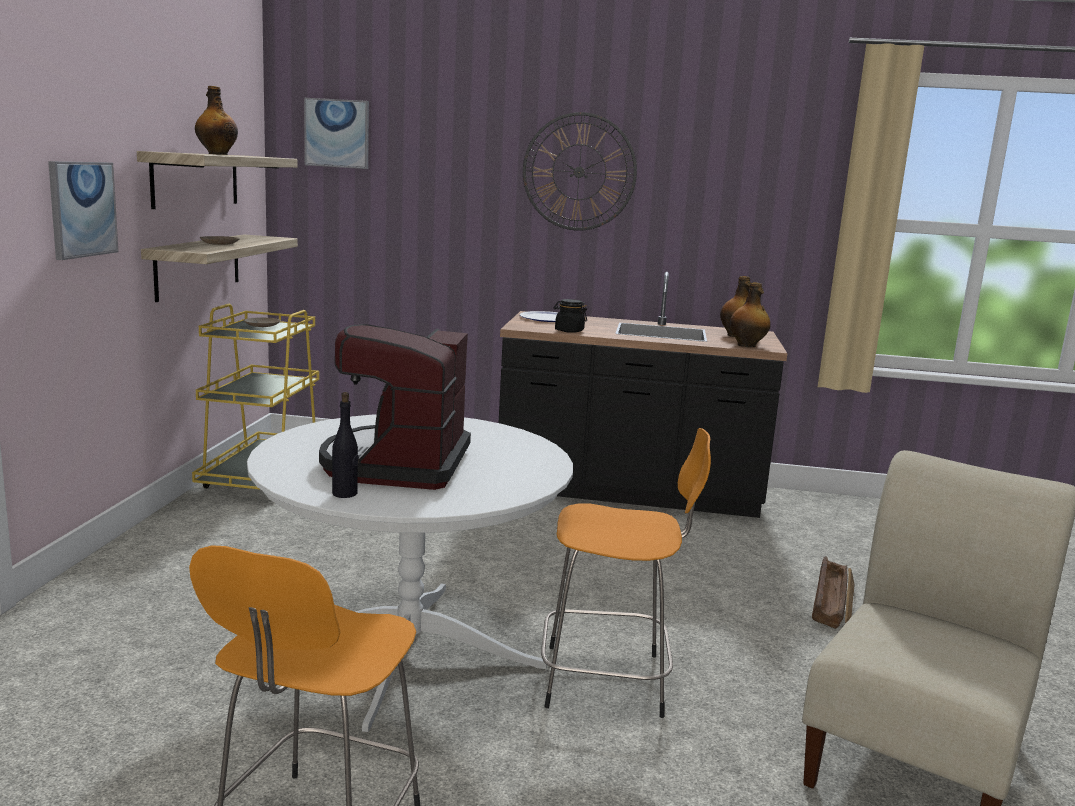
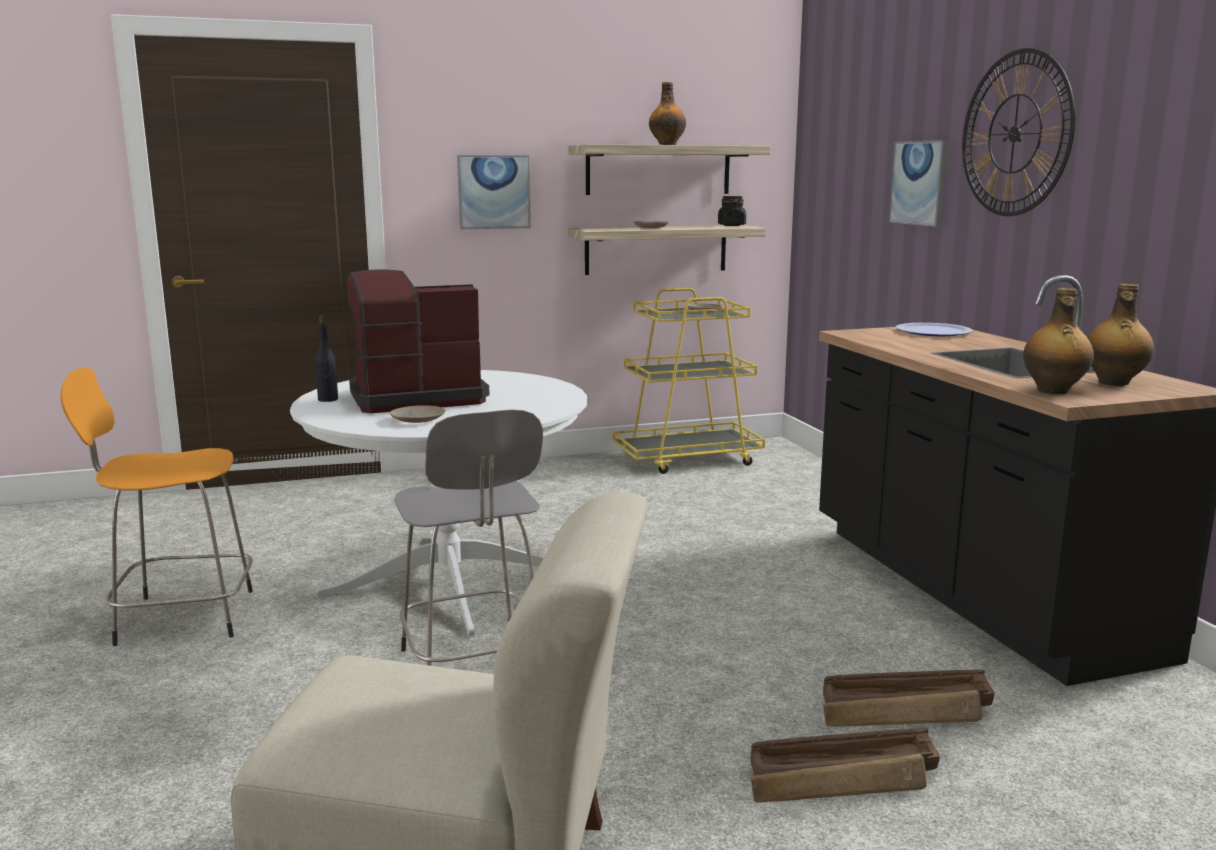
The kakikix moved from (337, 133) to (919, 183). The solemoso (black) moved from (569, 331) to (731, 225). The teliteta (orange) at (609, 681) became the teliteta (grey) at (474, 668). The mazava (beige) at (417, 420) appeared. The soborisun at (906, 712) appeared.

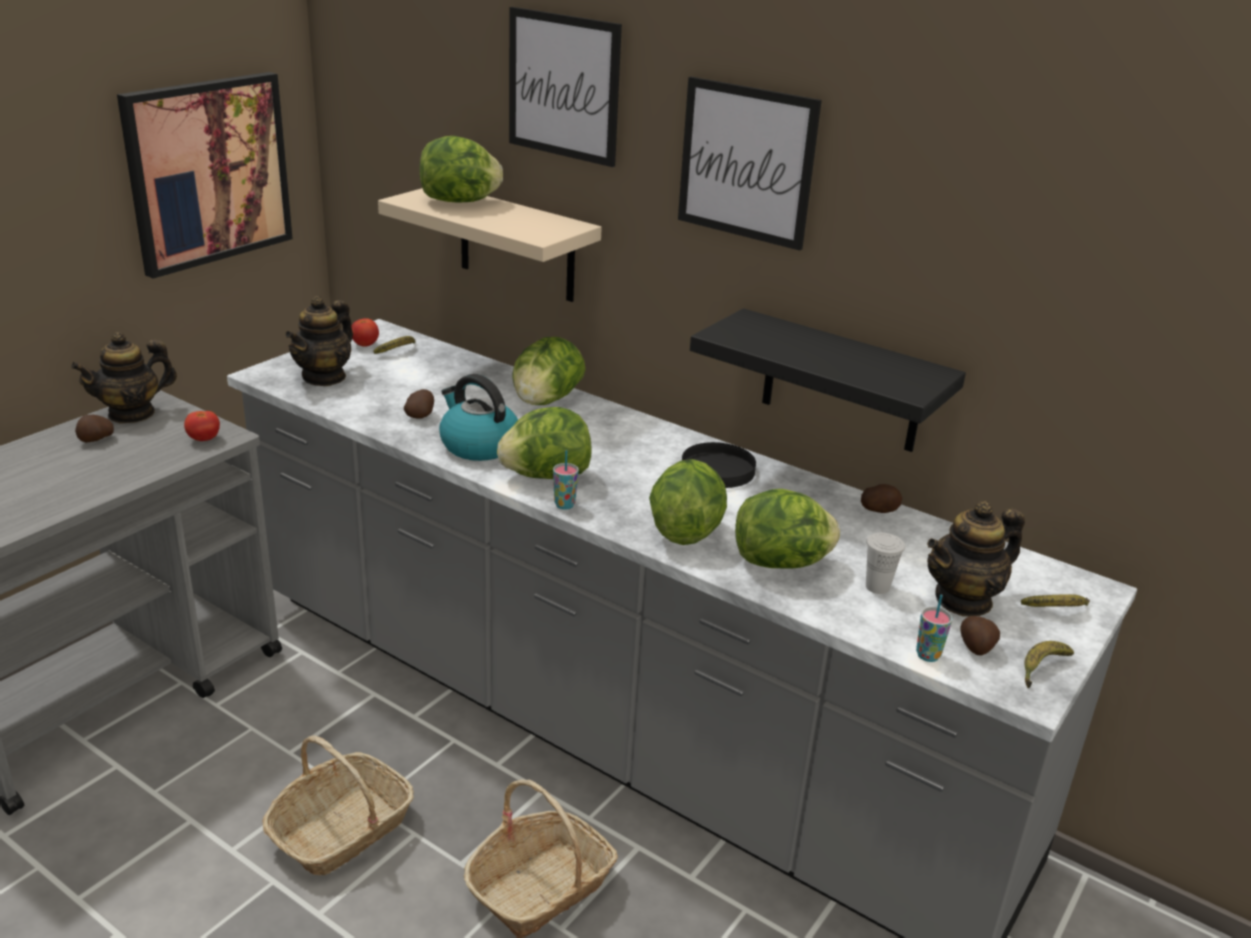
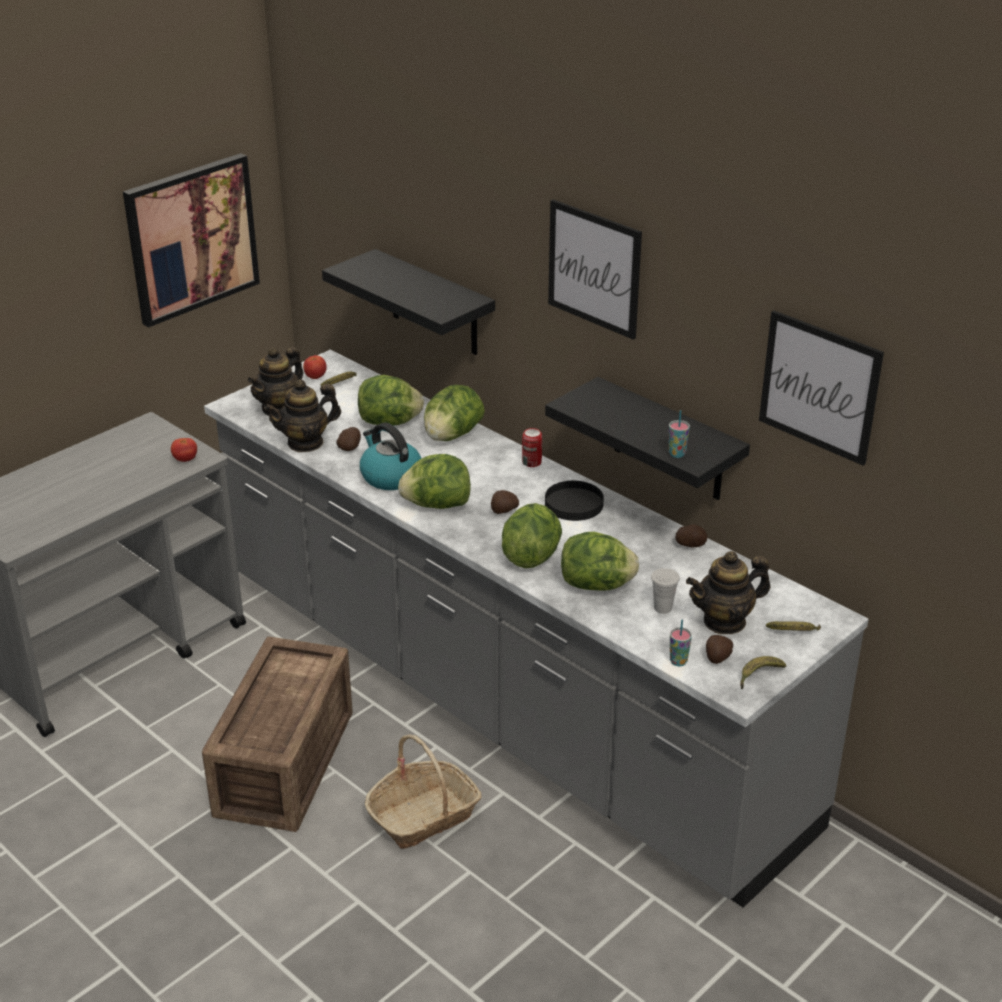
The kakikix moved from (563, 86) to (819, 387). The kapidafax moved from (460, 202) to (390, 422). The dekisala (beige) at (517, 244) became the dekisala (black) at (434, 304). The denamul moved from (132, 413) to (305, 443). The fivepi moved from (96, 440) to (503, 511). The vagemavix moved from (564, 505) to (677, 454). The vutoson at (341, 830) was replaced by the soborisun at (281, 764). The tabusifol at (531, 462) appeared.

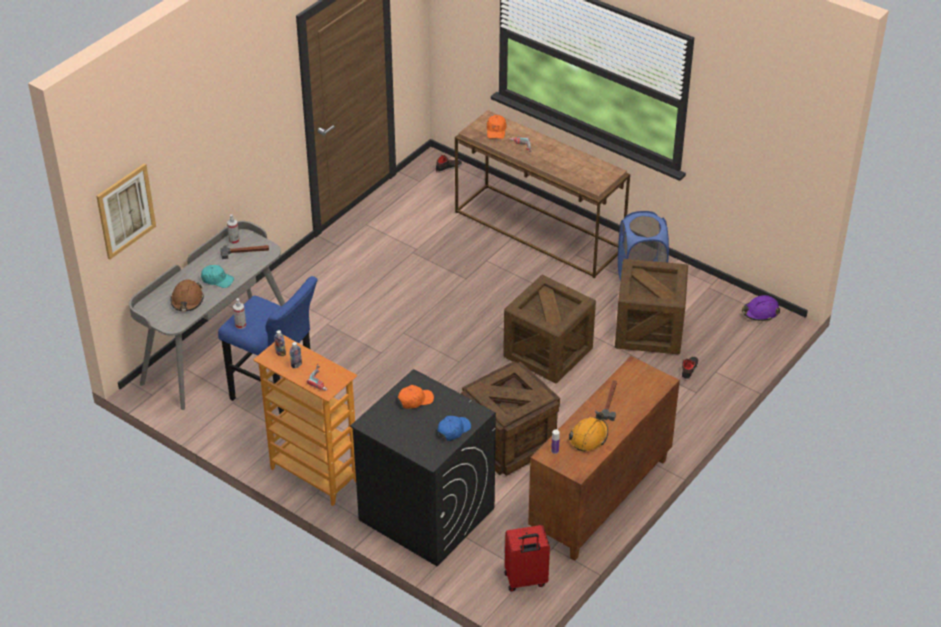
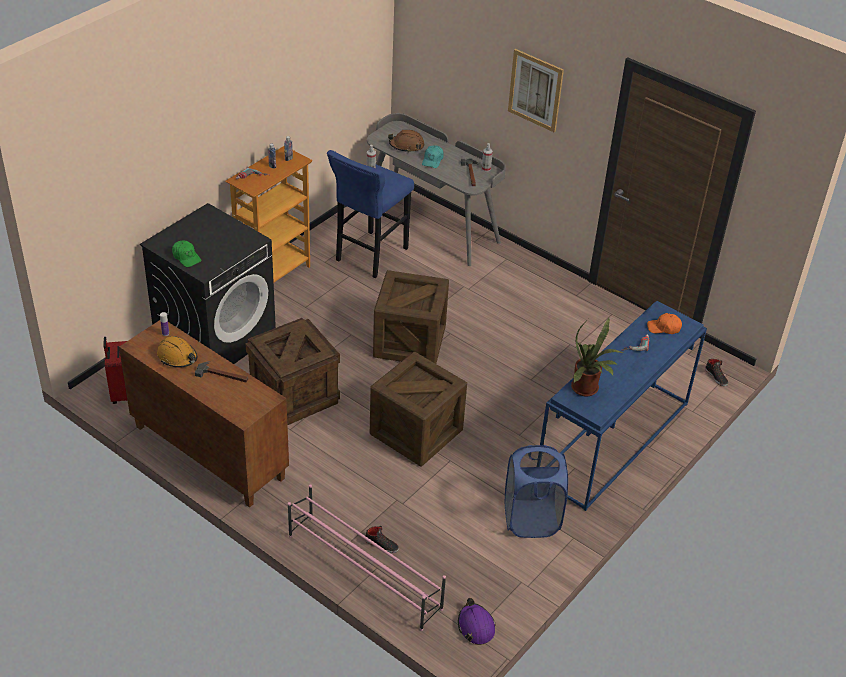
The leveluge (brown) at (540, 231) became the leveluge (blue) at (613, 442). The kakikix moved from (126, 211) to (535, 90). The soborisun moved from (649, 330) to (409, 341). The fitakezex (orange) at (415, 400) disappeared. The fitakezex (blue) at (453, 430) became the fitakezex (green) at (186, 257). The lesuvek at (587, 389) appeared. The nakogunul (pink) at (363, 571) appeared.

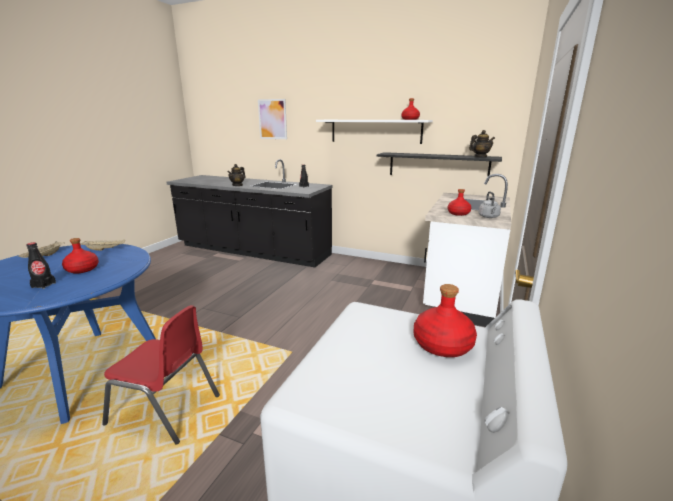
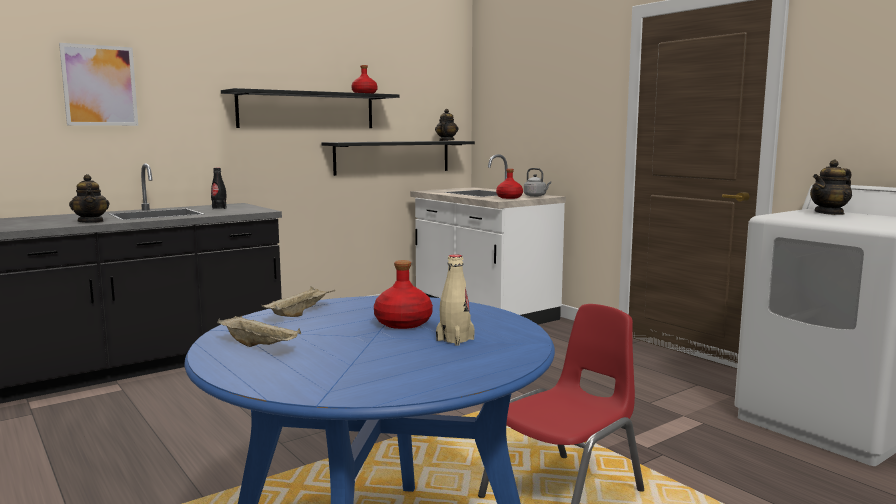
The dekisala (white) at (375, 131) became the dekisala (black) at (307, 110). The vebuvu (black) at (43, 285) became the vebuvu (beige) at (455, 339). The vebuvu (red) at (443, 345) was replaced by the denamul at (829, 213).

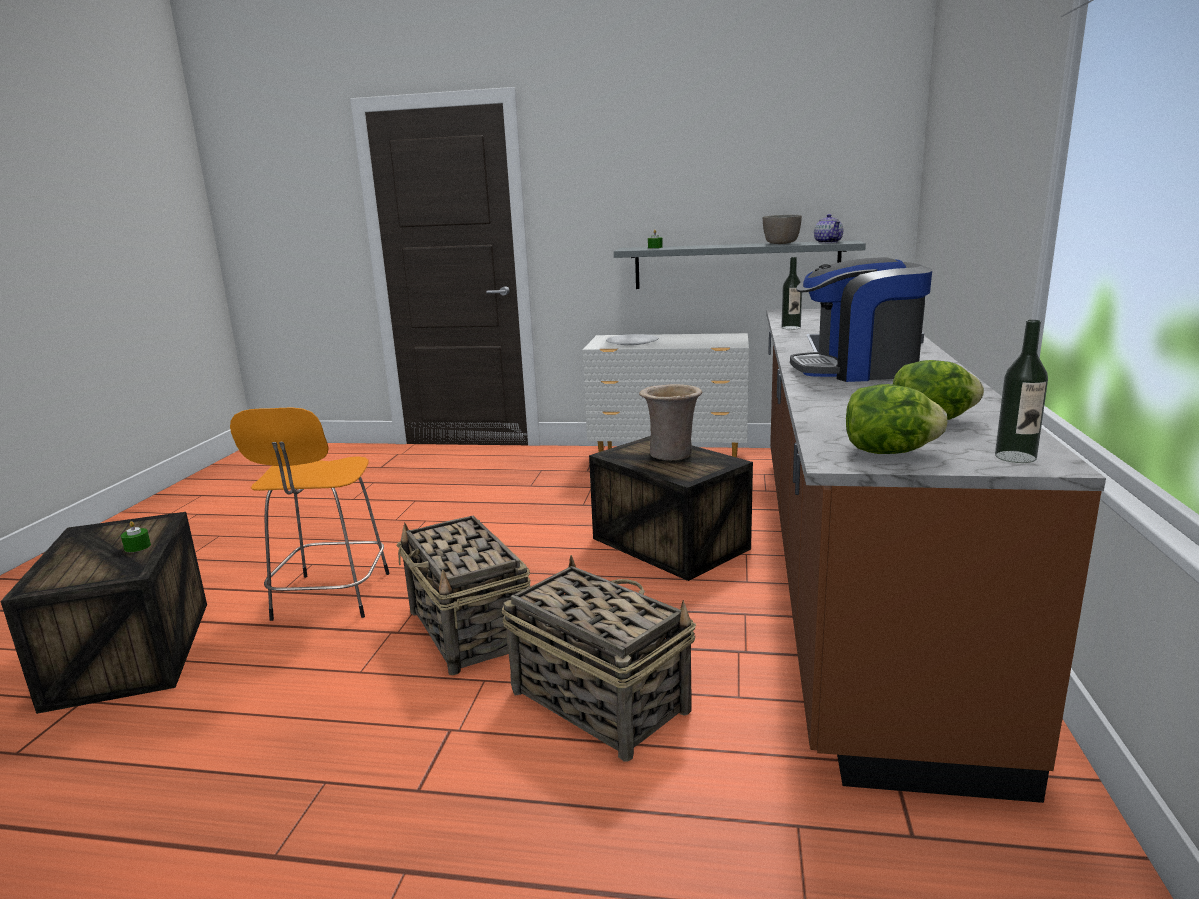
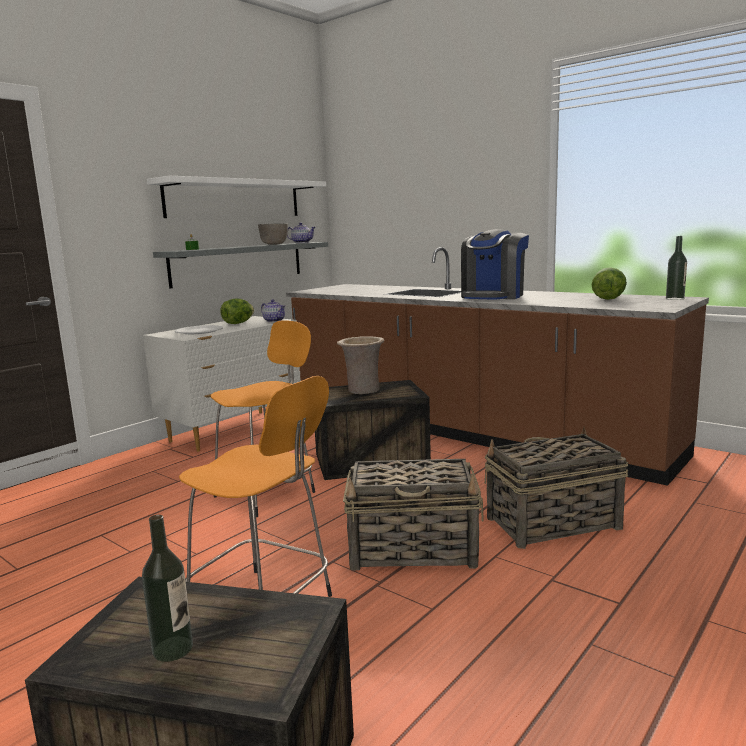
The vebuvu moved from (791, 328) to (173, 648). The kapidafax moved from (888, 452) to (238, 323). The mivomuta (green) at (137, 547) disappeared. The dekisala (white) at (235, 199) appeared. The denamul at (274, 321) appeared. The teliteta (orange) at (268, 493) appeared.

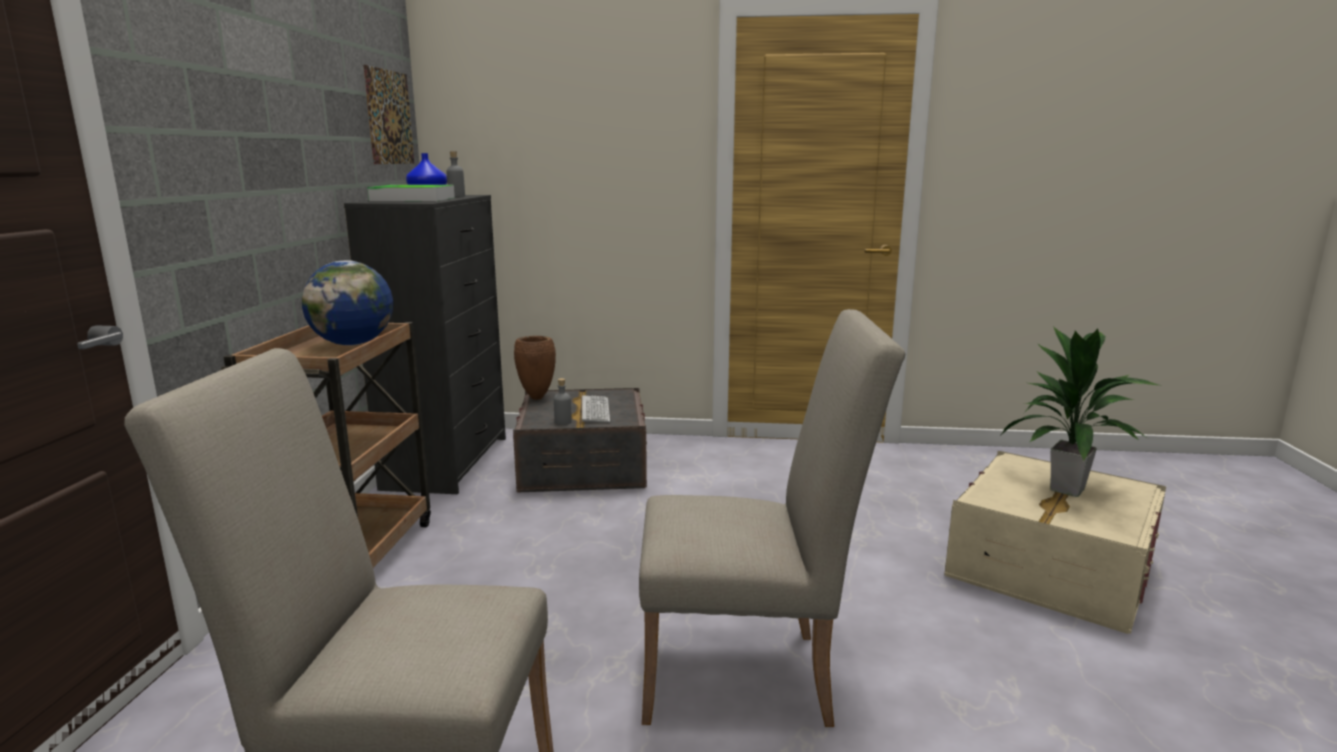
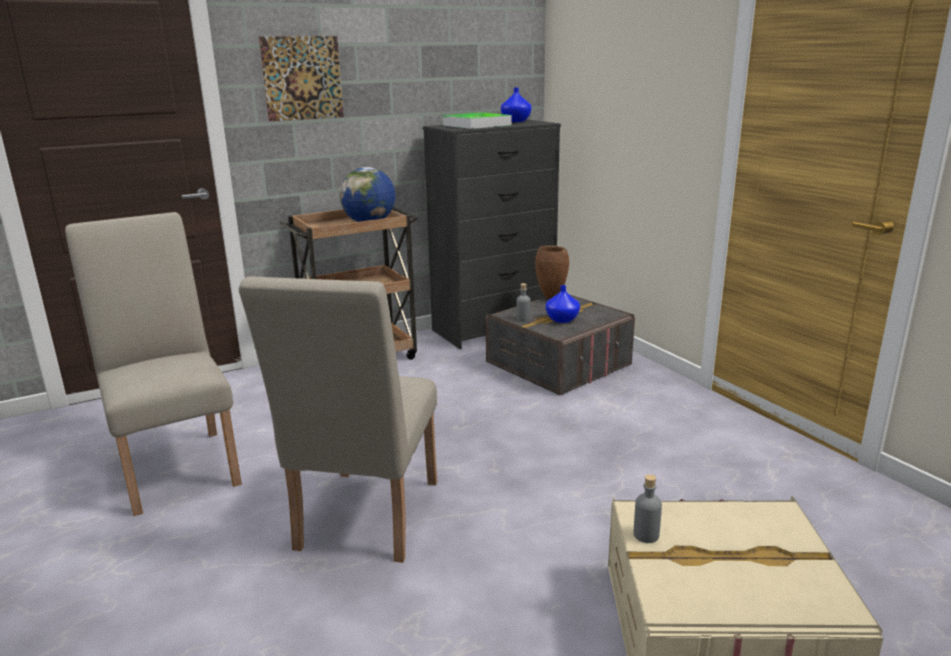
The kakikix moved from (389, 117) to (302, 78). The vebuvu (grey) moved from (456, 196) to (646, 535). The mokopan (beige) at (751, 676) turned 45 degrees clockwise. The lesuvek at (1068, 489) disappeared. The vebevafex at (595, 410) was replaced by the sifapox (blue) at (562, 319).

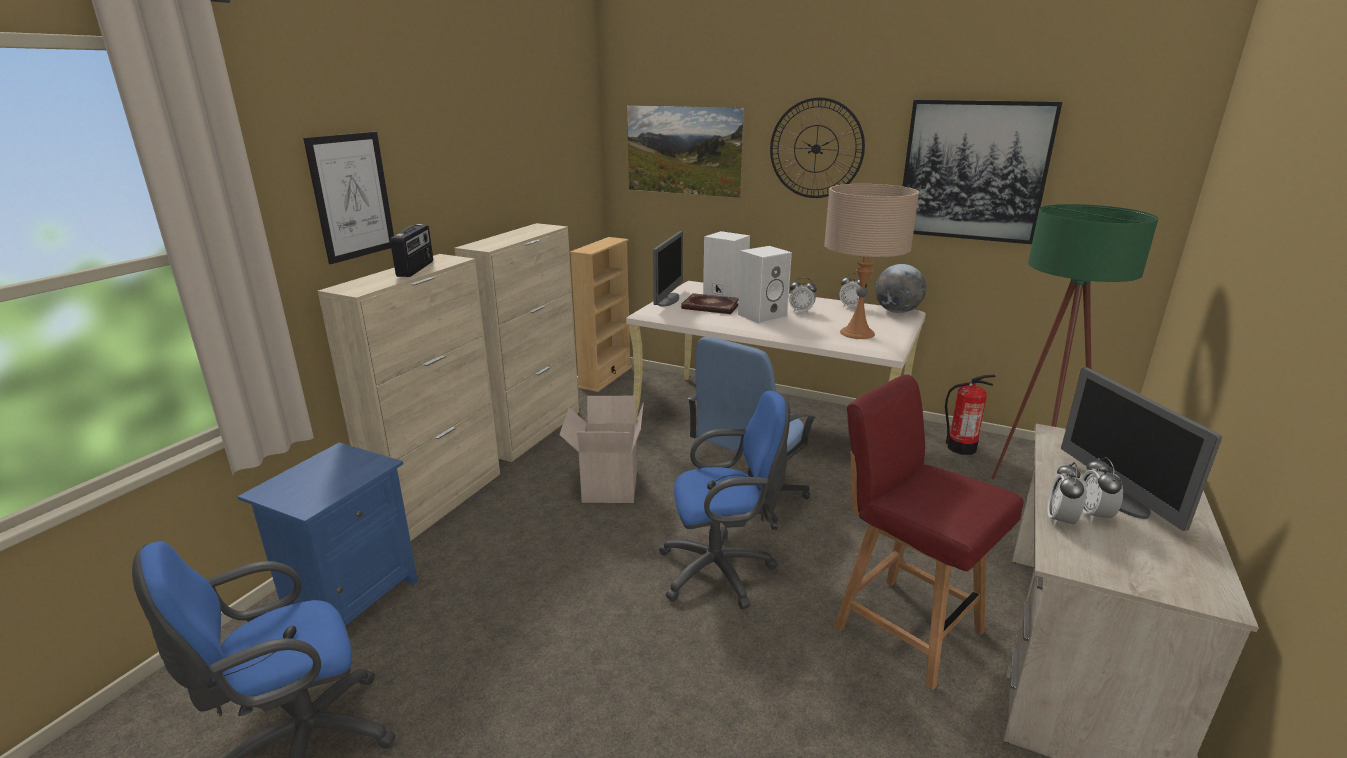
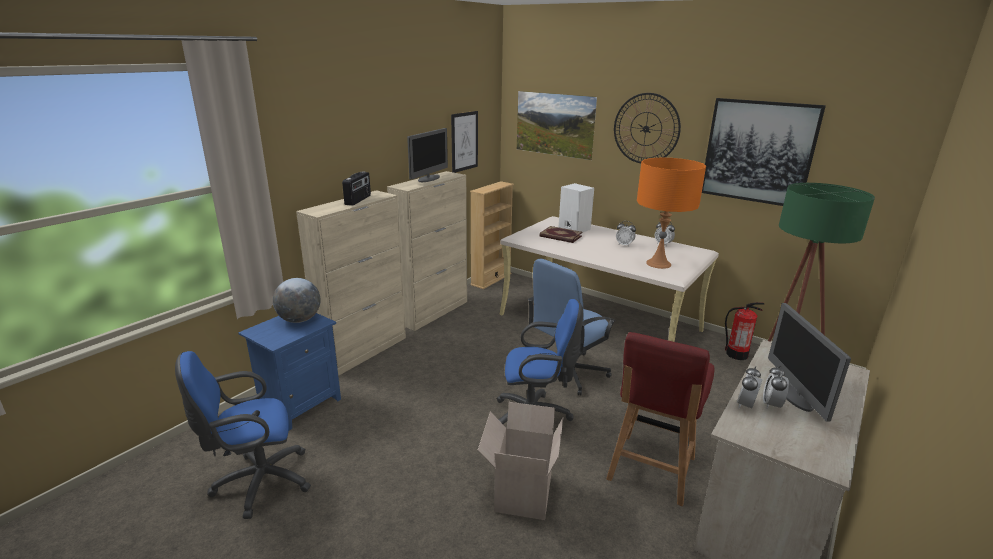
The kakikix moved from (352, 196) to (464, 141). The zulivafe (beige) at (857, 333) became the zulivafe (orange) at (658, 263). The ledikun moved from (668, 300) to (429, 178). The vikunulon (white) at (762, 315) disappeared. The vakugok moved from (897, 311) to (299, 320). The mokopan (red) at (905, 627) turned 120 degrees counterclockwise. The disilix moved from (608, 485) to (521, 492).

